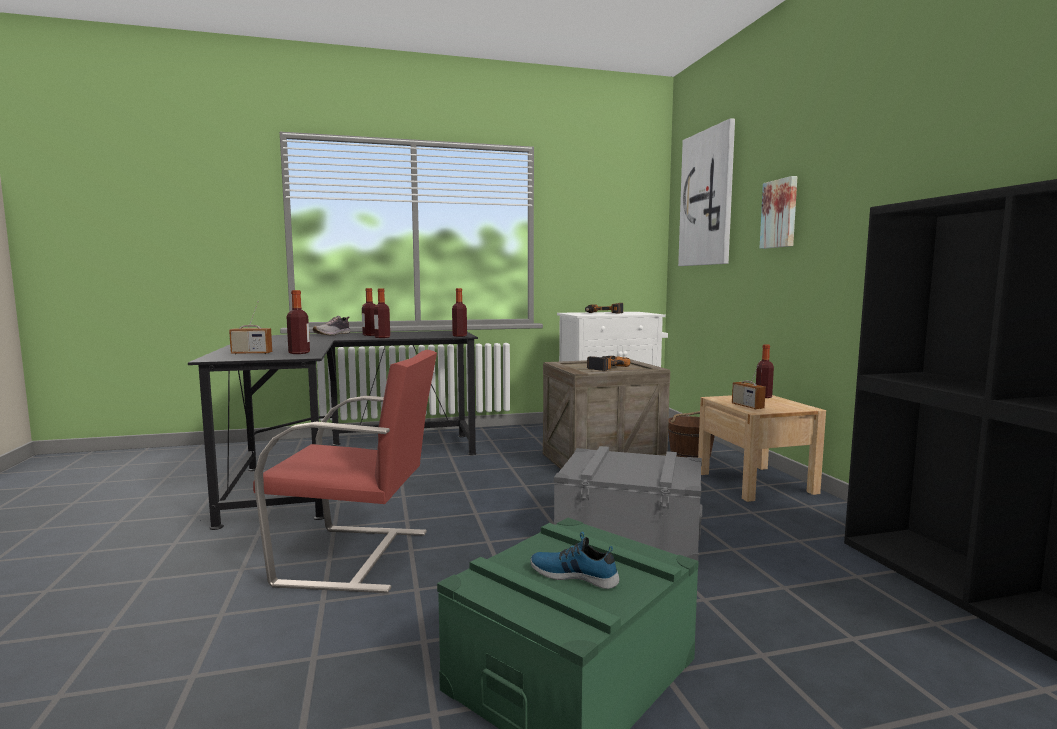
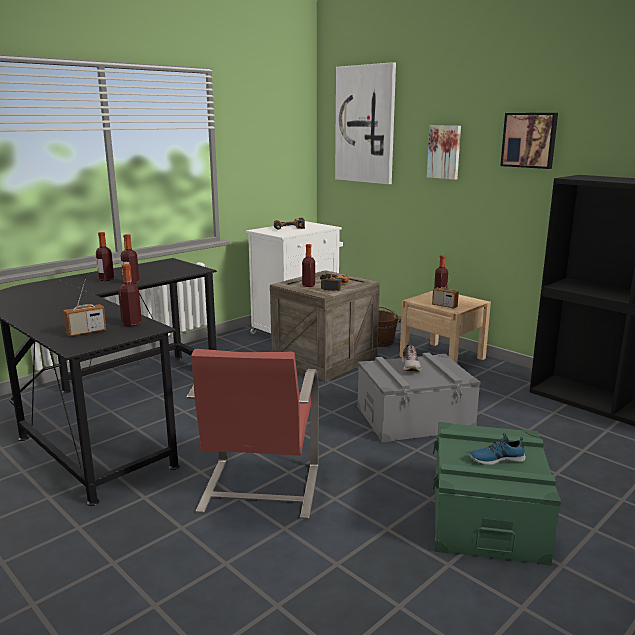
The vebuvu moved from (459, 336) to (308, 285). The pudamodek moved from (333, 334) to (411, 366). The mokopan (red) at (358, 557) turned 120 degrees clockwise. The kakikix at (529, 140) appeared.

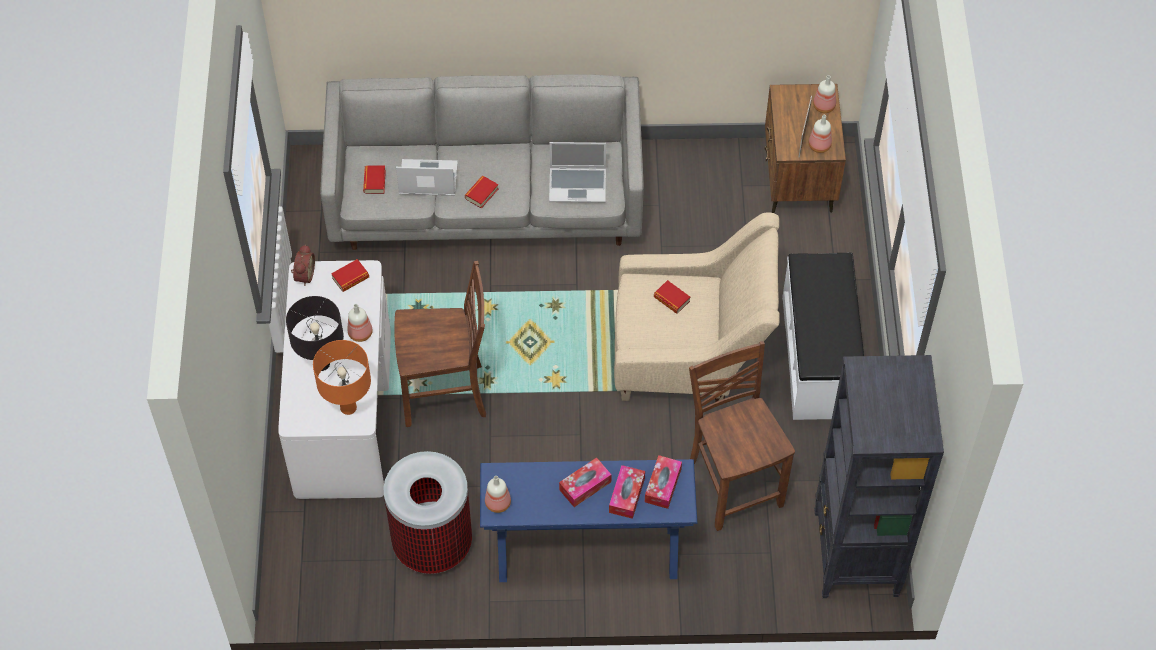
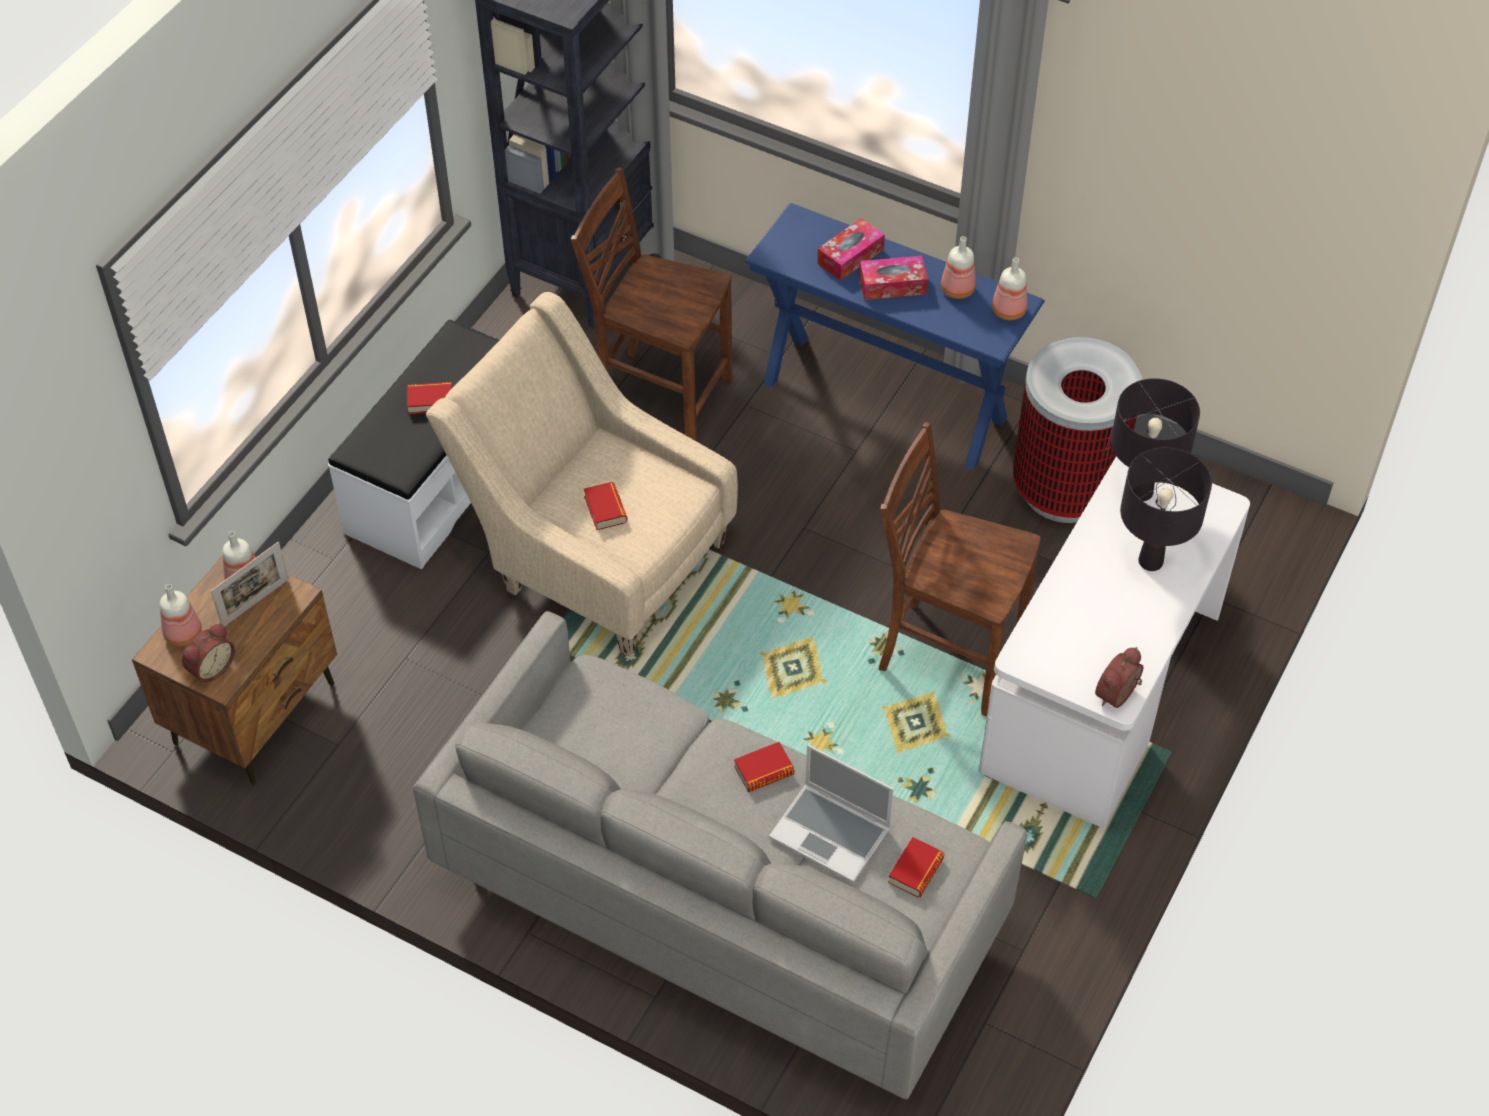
The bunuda at (578, 185) disappeared. The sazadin moved from (350, 278) to (430, 401). The vebuvu moved from (361, 333) to (956, 290). The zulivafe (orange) at (348, 408) became the zulivafe (black) at (1140, 492). The mokopan (brown) at (733, 483) turned 105 degrees clockwise. The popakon at (663, 485) disappeared. The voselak at (210, 668) appeared.

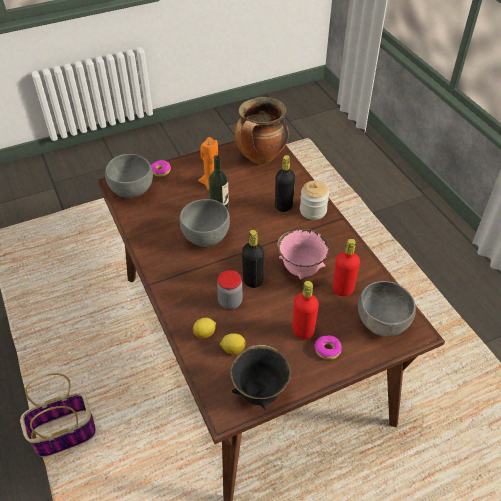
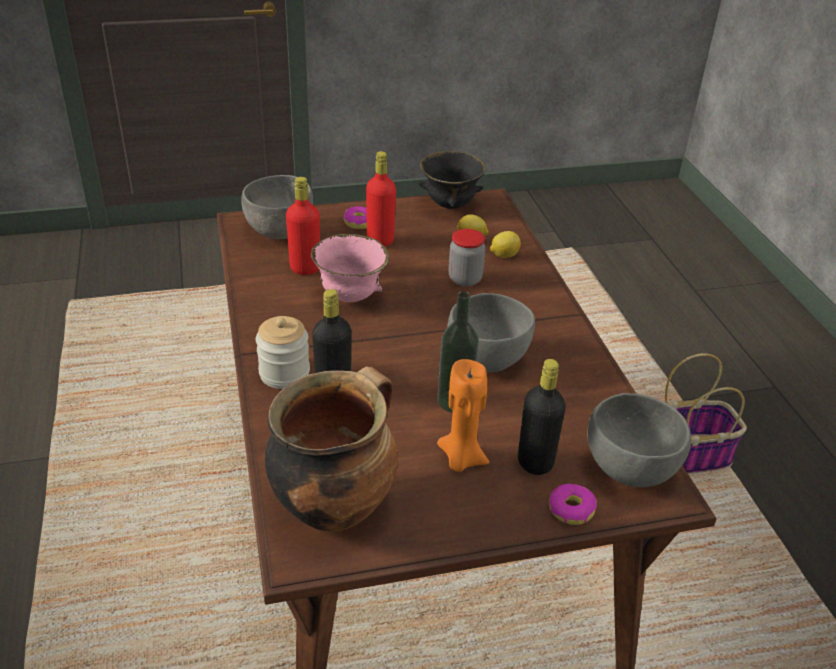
The vebuvu (black) moved from (253, 281) to (535, 462).

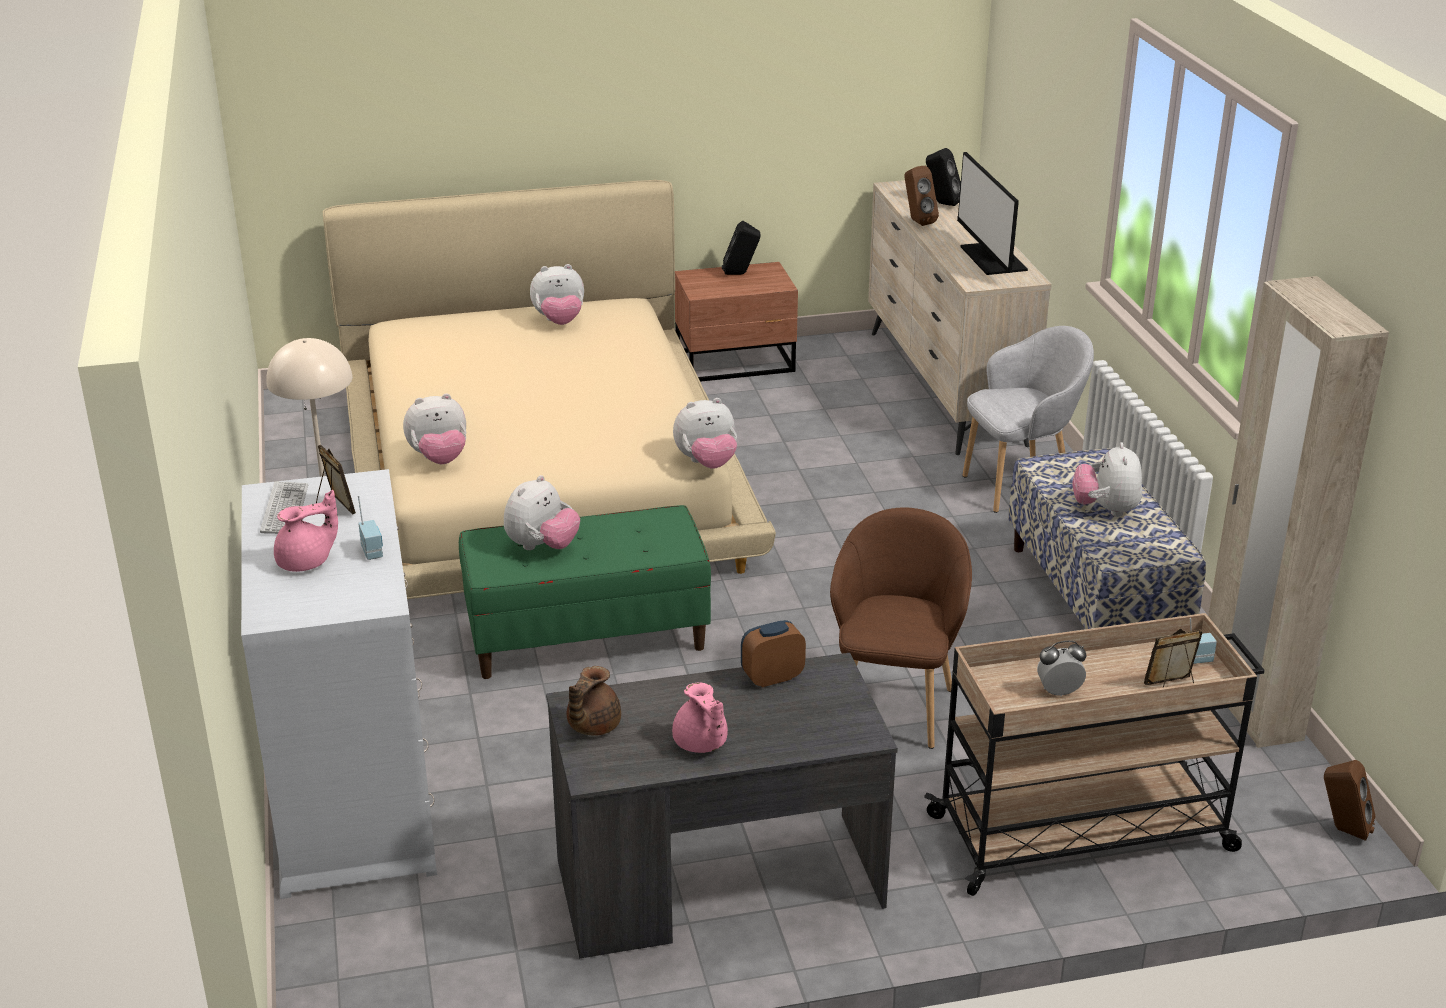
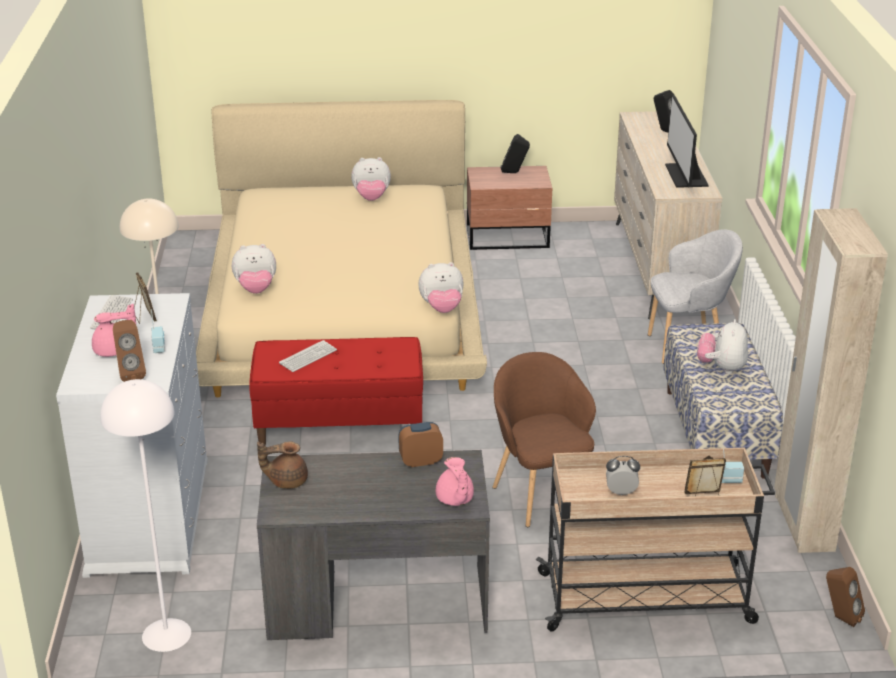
The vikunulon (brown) moved from (917, 222) to (130, 375). The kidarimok at (542, 547) was replaced by the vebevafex at (308, 357). The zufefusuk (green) at (587, 636) became the zufefusuk (red) at (340, 424). The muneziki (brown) at (894, 707) turned 45 degrees counterclockwise. The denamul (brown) at (592, 726) turned 45 degrees clockwise. The denamul (pink) moved from (701, 744) to (454, 500). The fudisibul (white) at (166, 634) appeared.

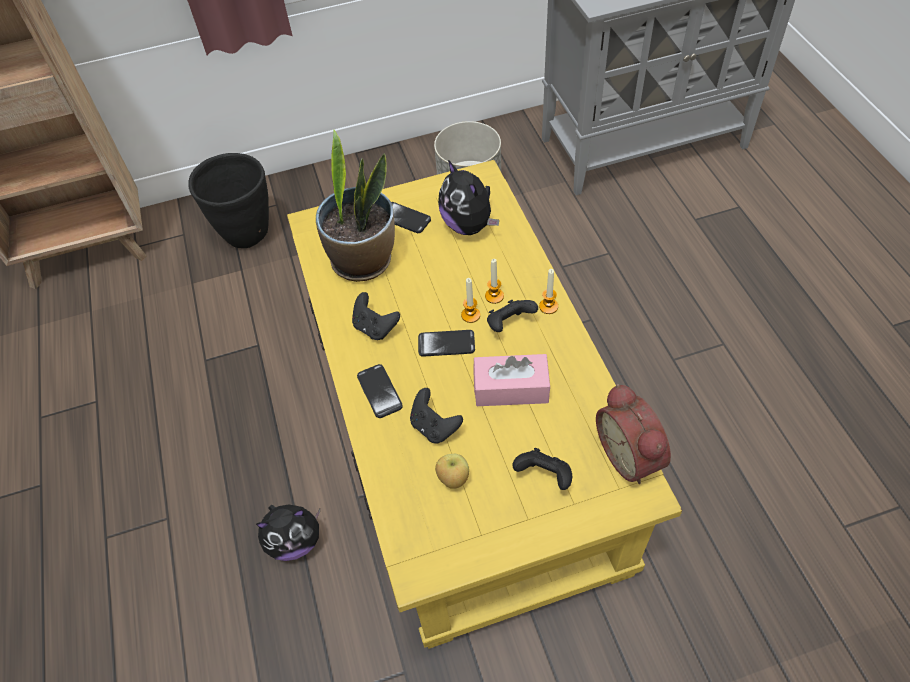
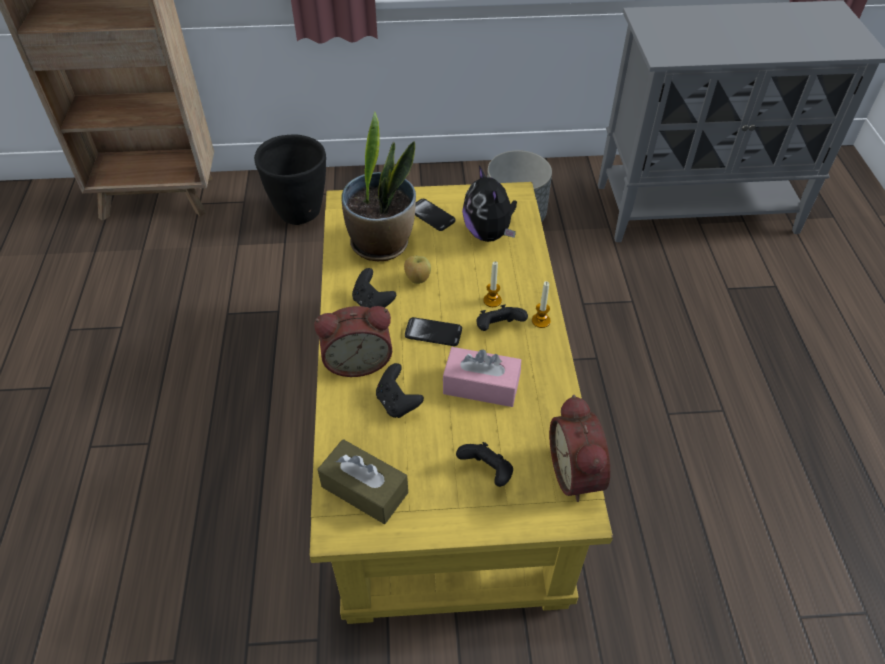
The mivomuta at (470, 315) disappeared. The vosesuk at (379, 391) was replaced by the voselak at (357, 360). The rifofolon moved from (453, 479) to (417, 279). The kidarimok at (295, 541) disappeared. The popakon (brown) at (364, 489) appeared.

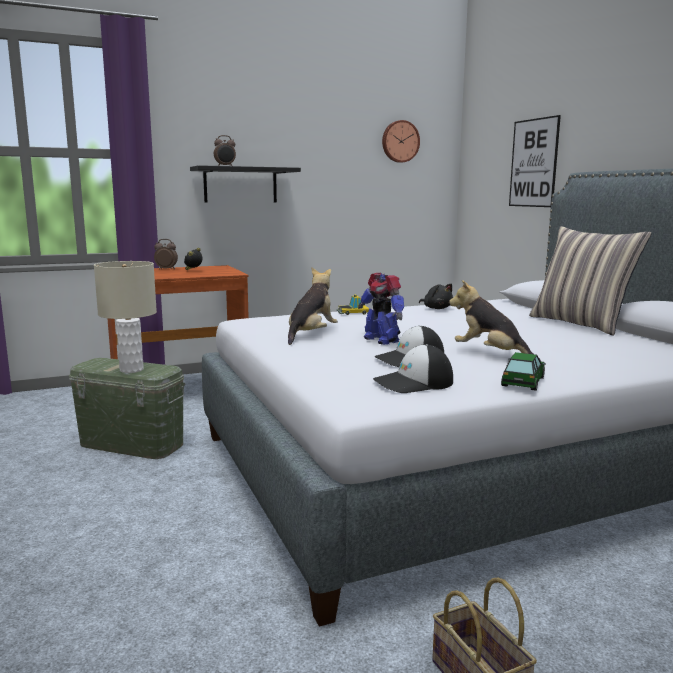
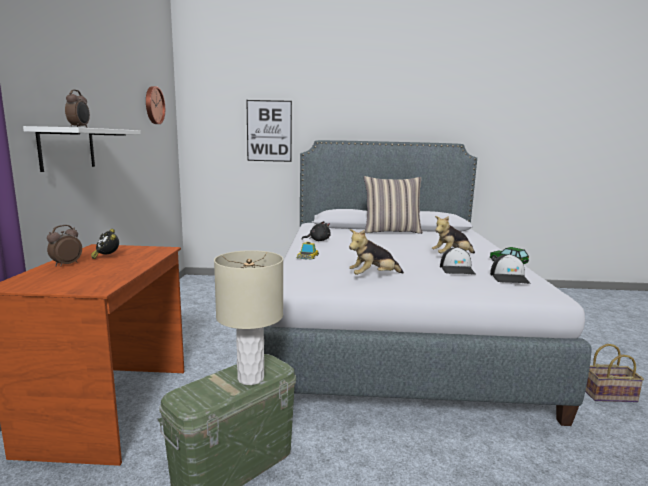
The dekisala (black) at (240, 185) became the dekisala (white) at (67, 148). The kidarimok at (311, 335) turned 75 degrees counterclockwise. The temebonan at (381, 340) disappeared.

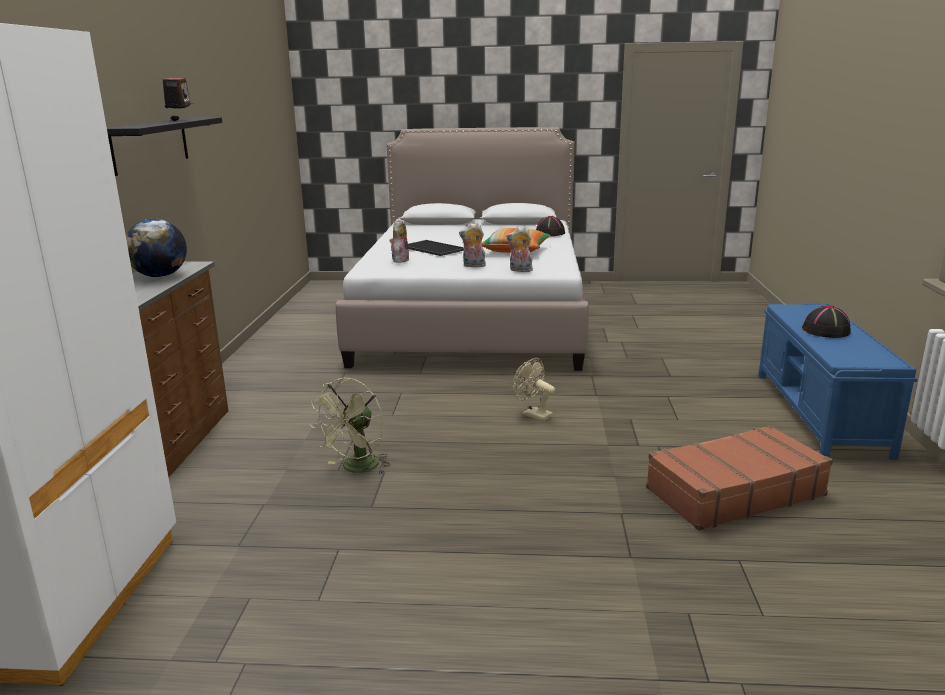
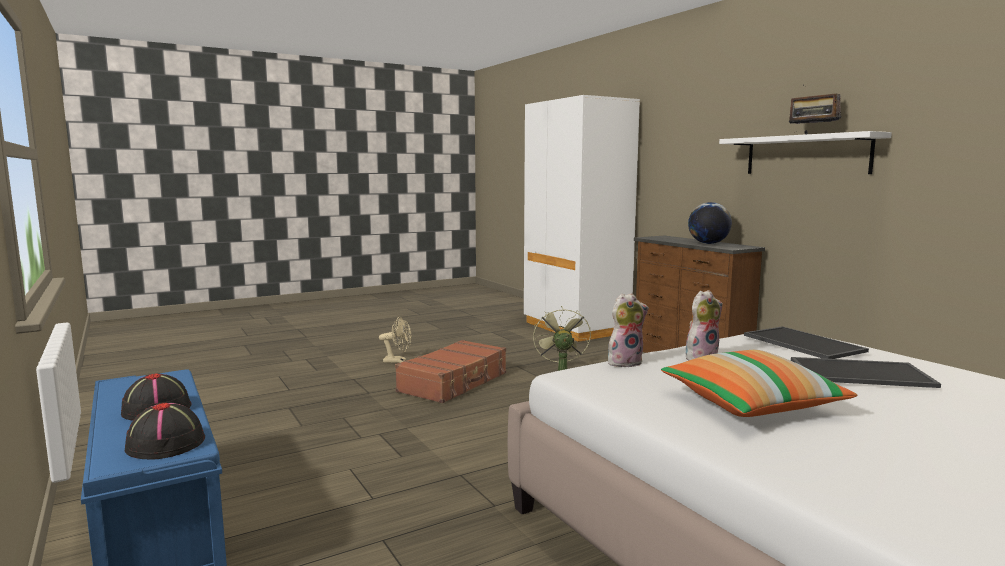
The dekisala (black) at (150, 144) became the dekisala (white) at (806, 155). The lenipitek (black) moved from (550, 234) to (166, 443). The kidarimok at (399, 260) was replaced by the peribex at (801, 343). The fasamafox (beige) moved from (532, 414) to (398, 361). The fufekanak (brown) moved from (733, 492) to (454, 382).

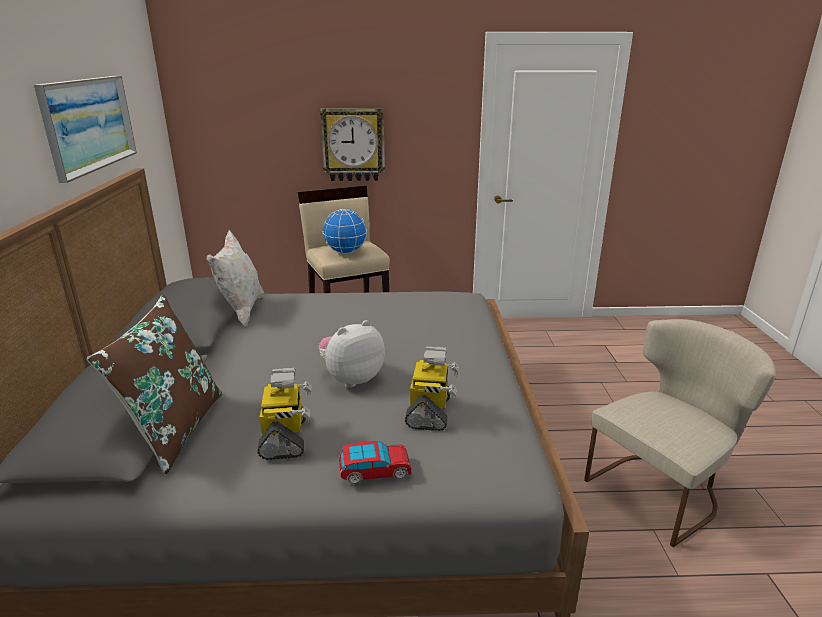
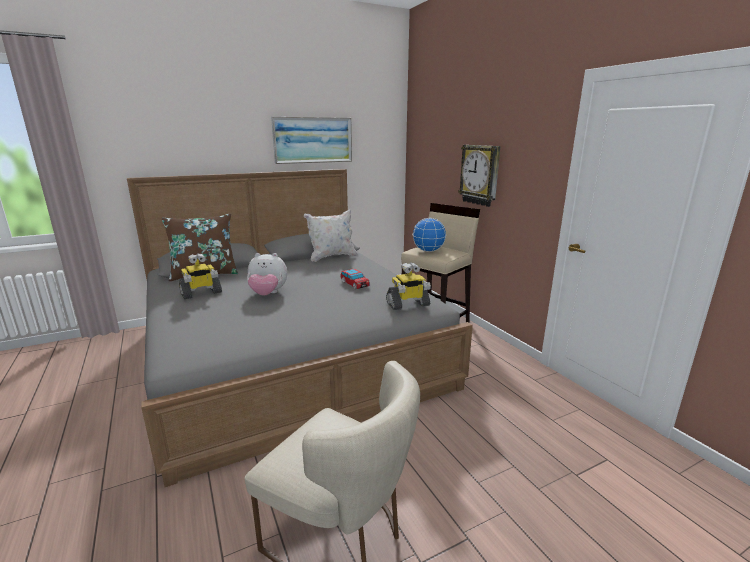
The kidarimok at (352, 378) turned 150 degrees clockwise. The temebonan moved from (430, 411) to (408, 304). The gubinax moved from (374, 471) to (354, 284).

